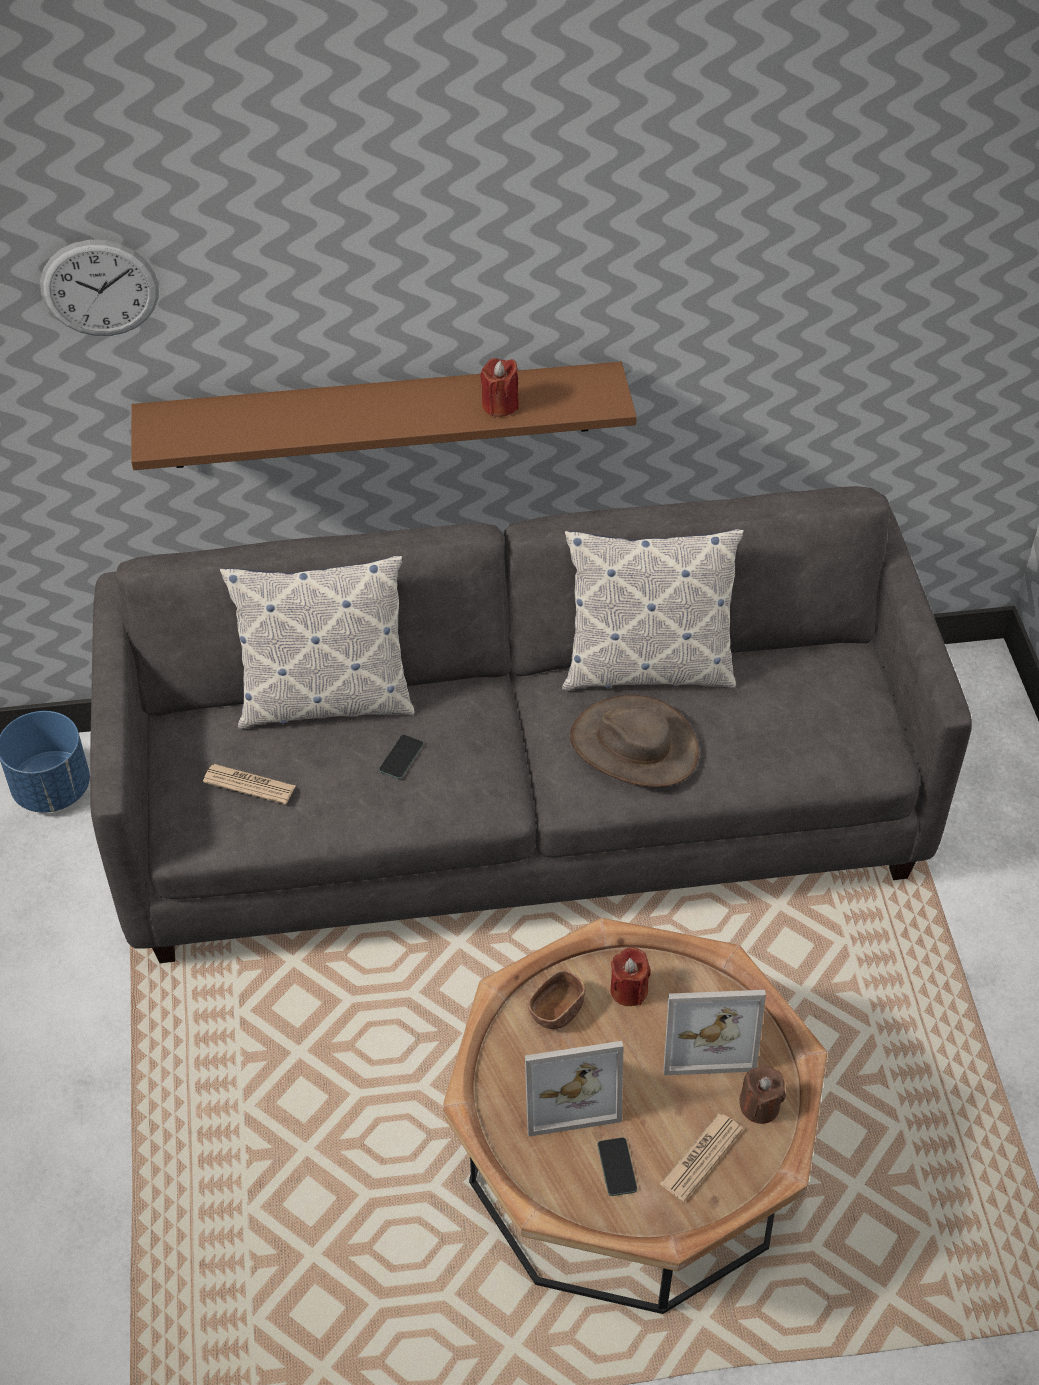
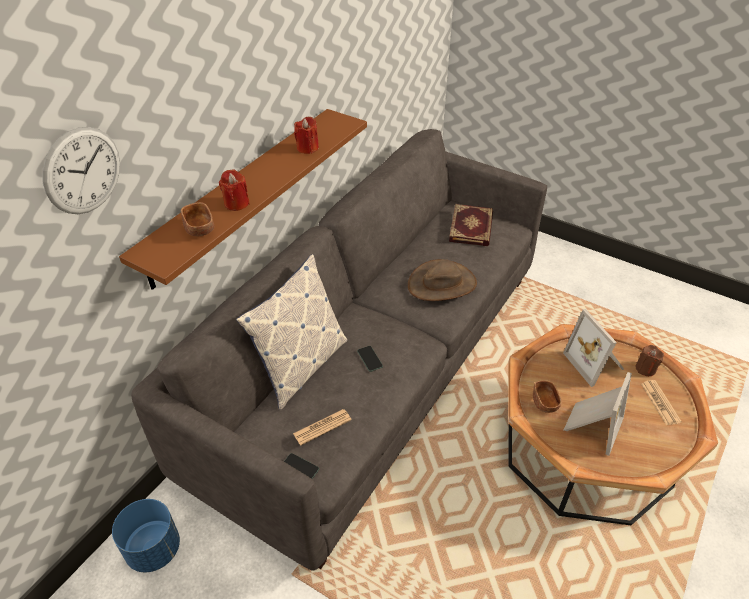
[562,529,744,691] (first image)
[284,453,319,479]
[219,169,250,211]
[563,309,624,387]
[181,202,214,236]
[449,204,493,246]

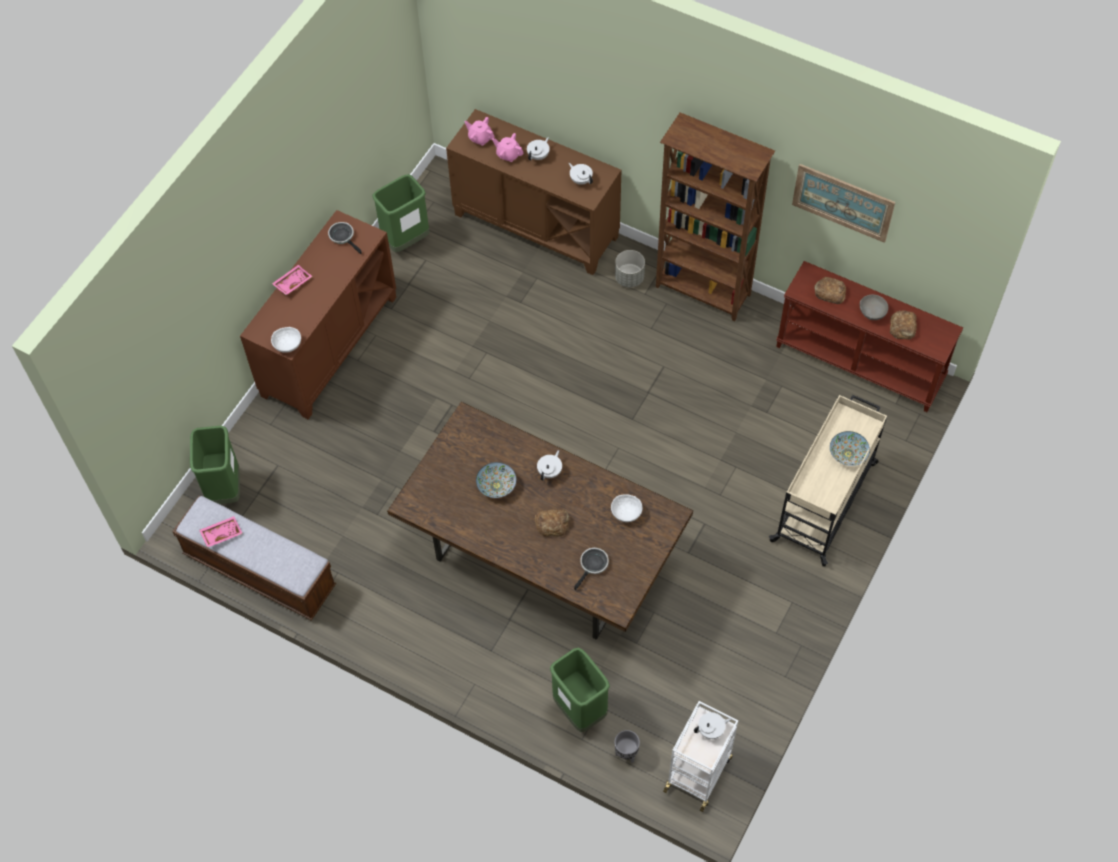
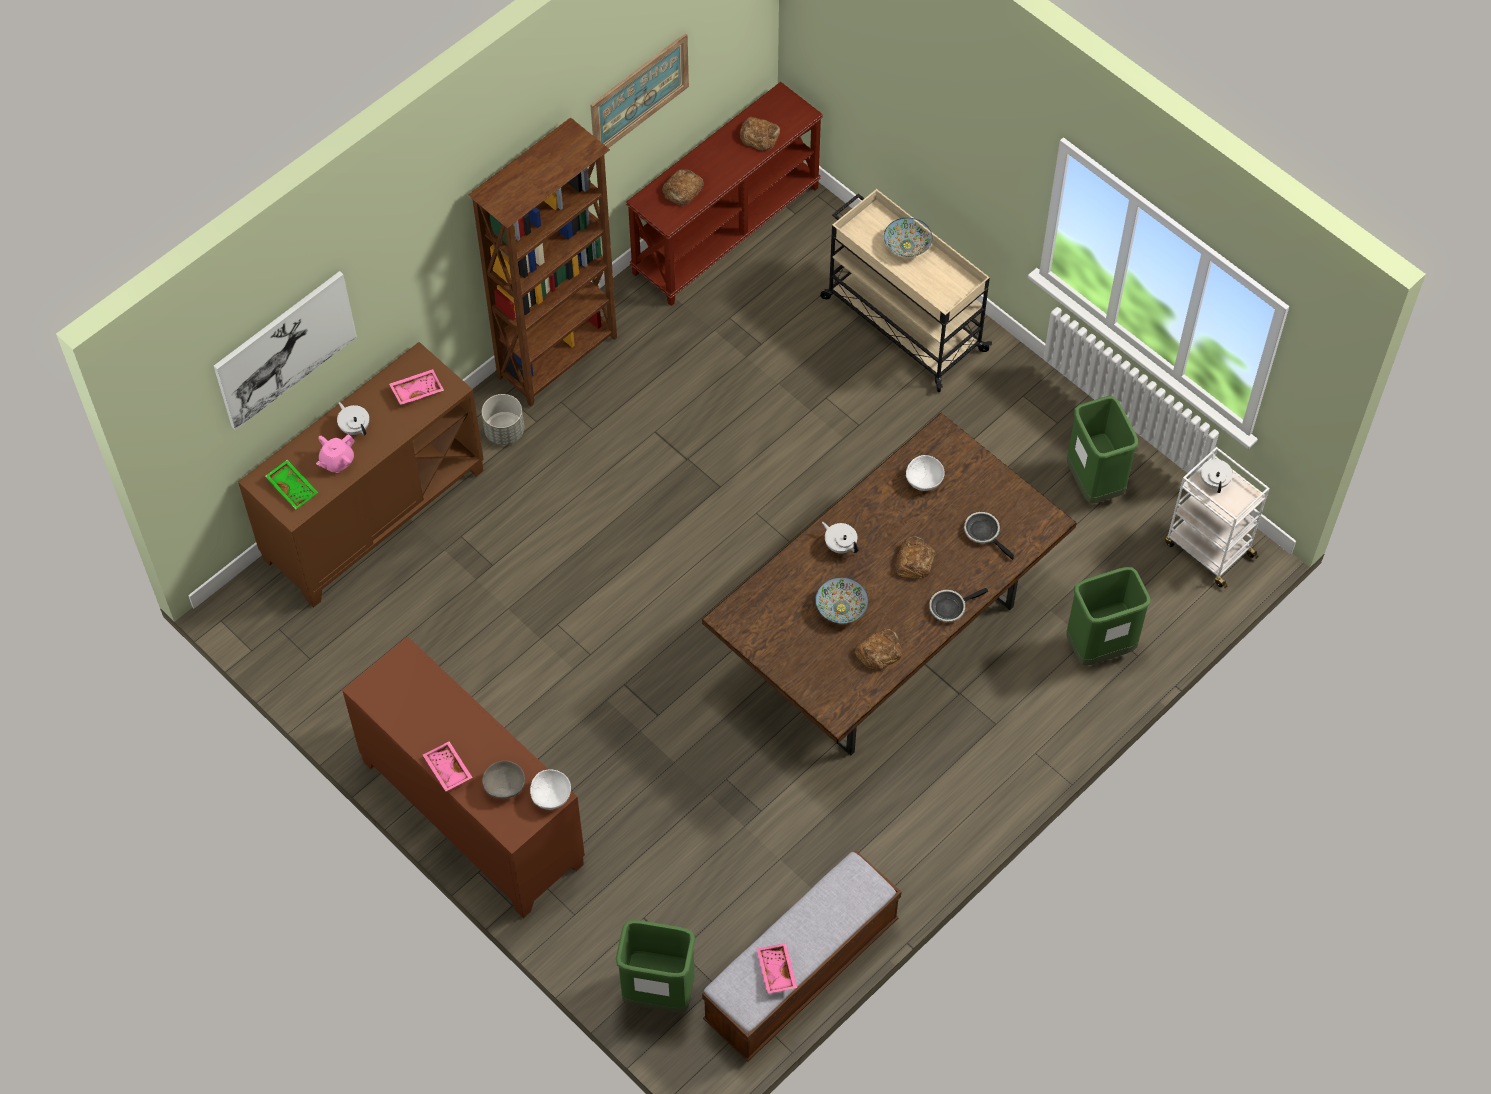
[929,588,988,622]
[1067,396,1138,503]
[265,459,318,509]
[389,369,444,405]
[615,730,640,763] (first image)
[482,761,525,799]
[214,271,357,430]
[855,629,902,671]

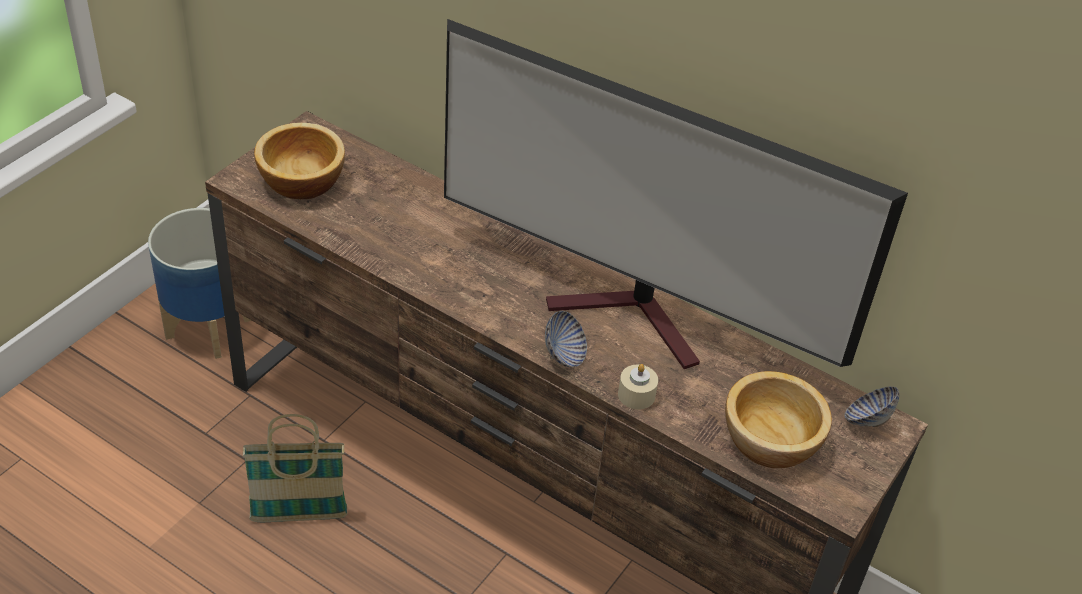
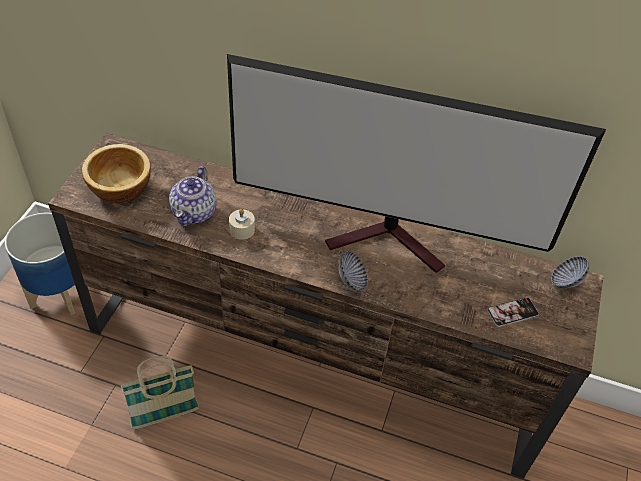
[229,209,255,240]
[487,297,539,327]
[169,166,217,226]

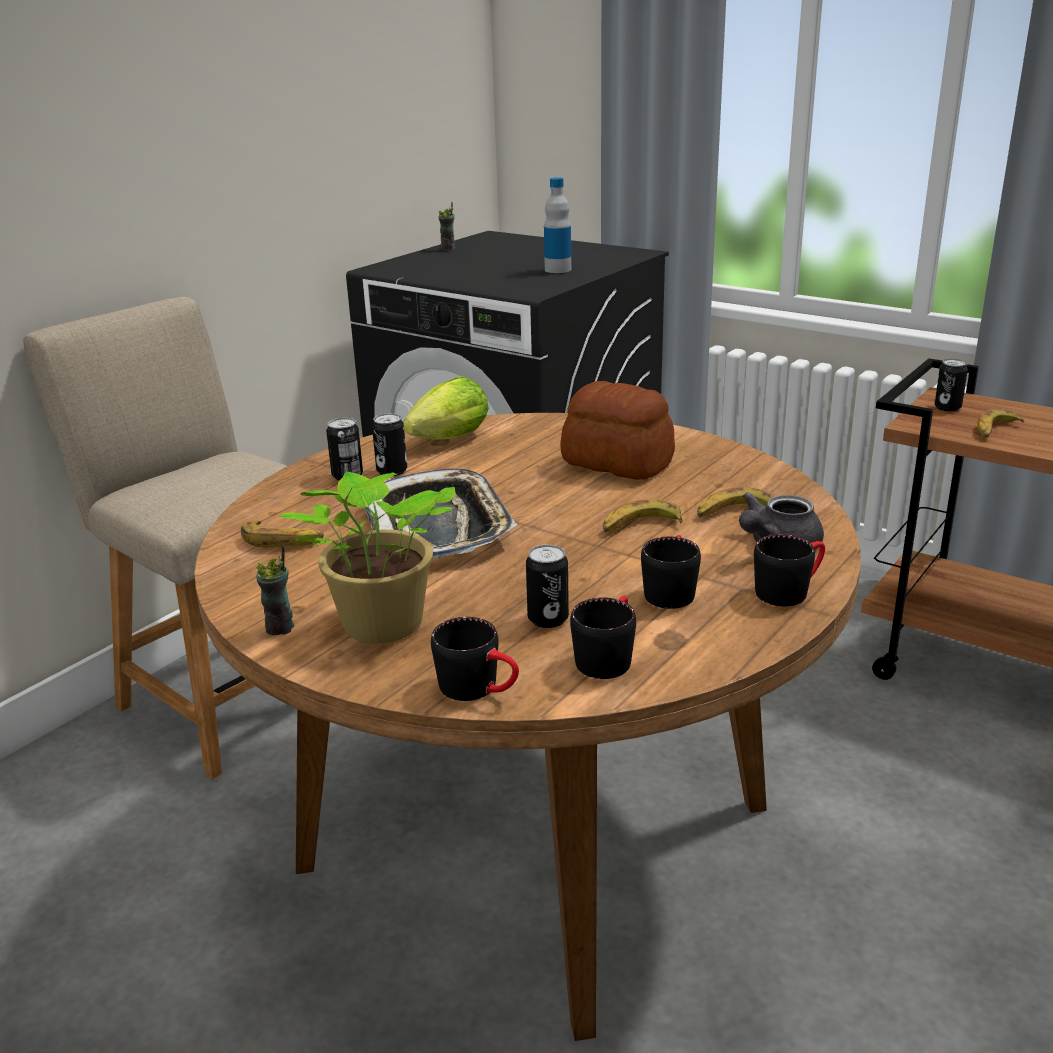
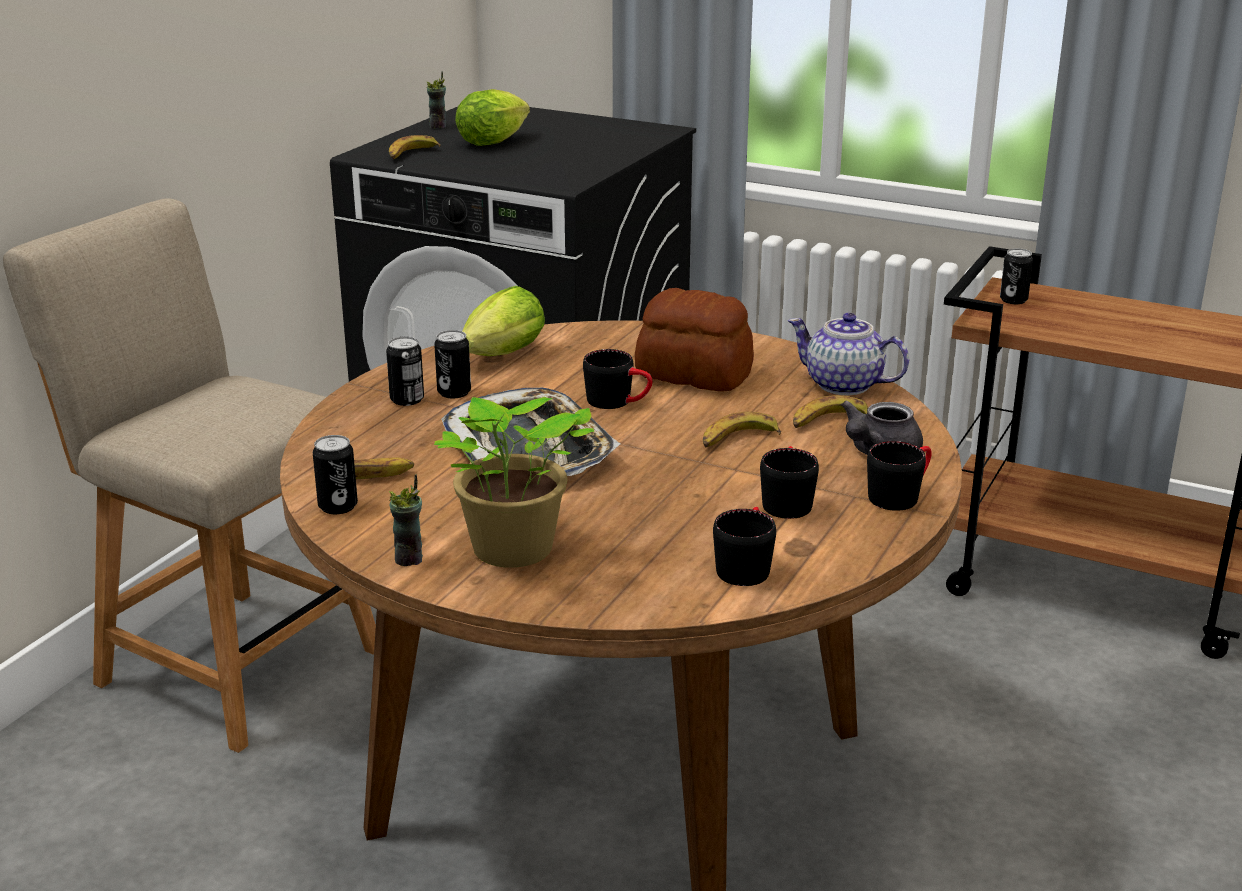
[583,349,653,409]
[313,435,358,514]
[544,177,571,273] (first image)
[389,135,441,159]
[455,89,530,146]
[788,313,910,395]

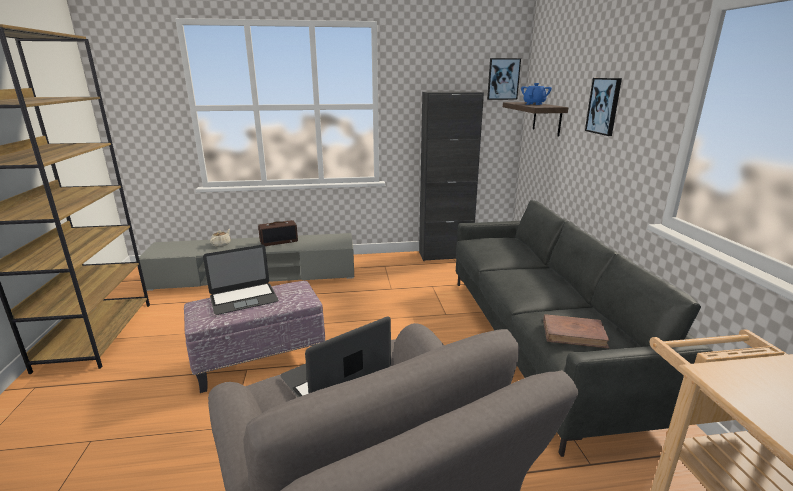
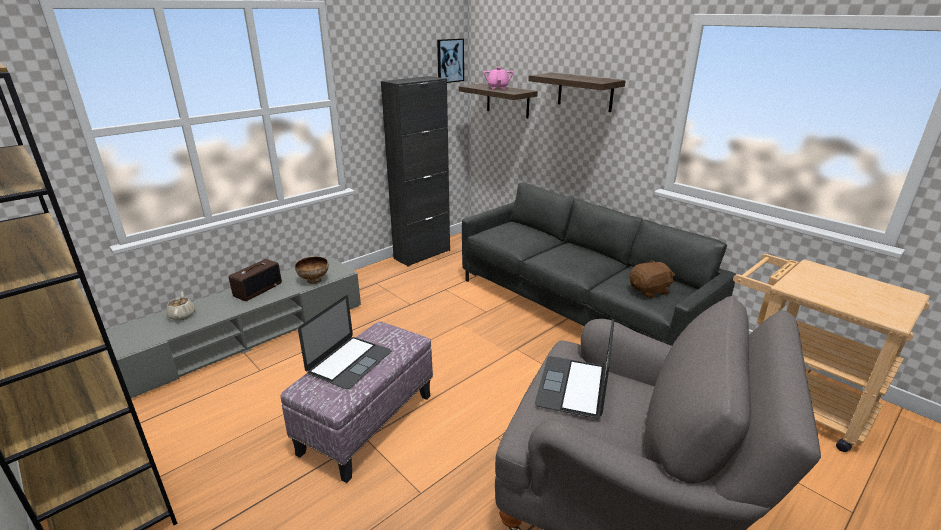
[483,67,514,89]
[630,260,675,298]
[528,73,626,112]
[295,257,329,284]

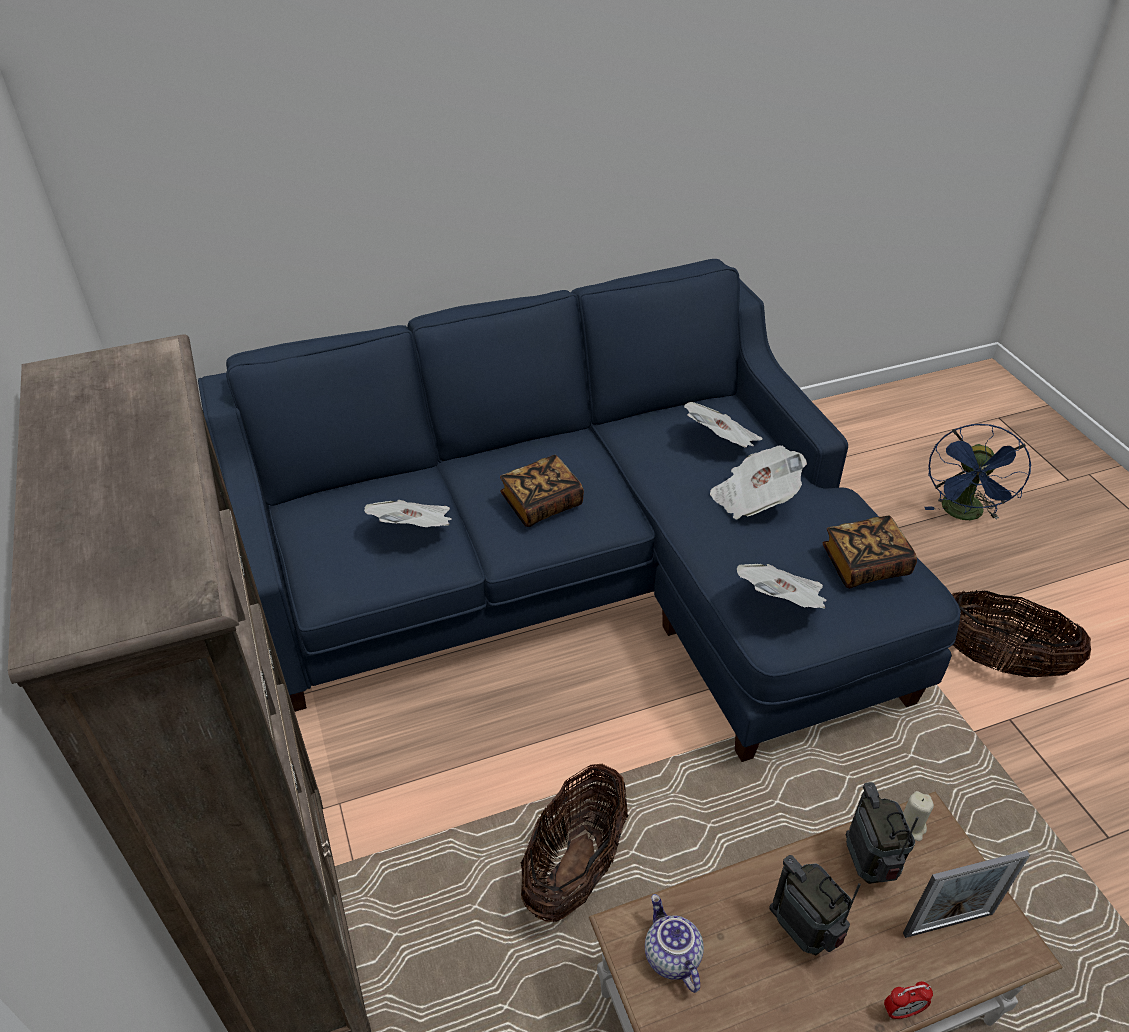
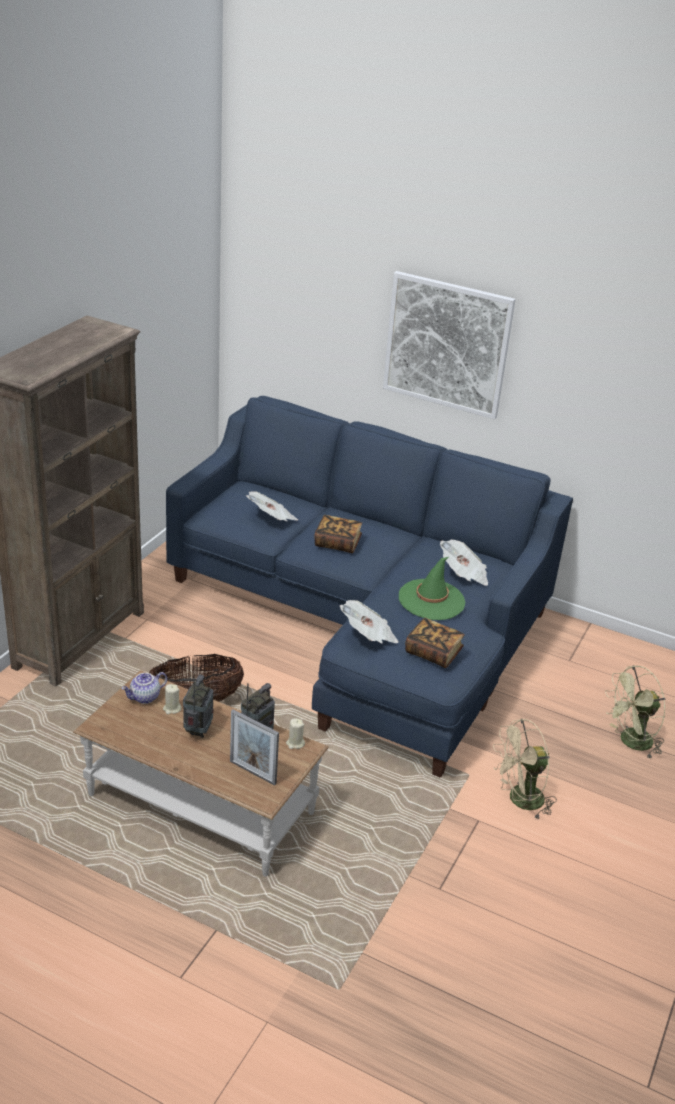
[121,672,167,704]
[399,557,465,620]
[884,981,933,1019] (first image)
[605,665,666,759]
[493,719,557,821]
[163,684,182,714]
[383,271,516,419]

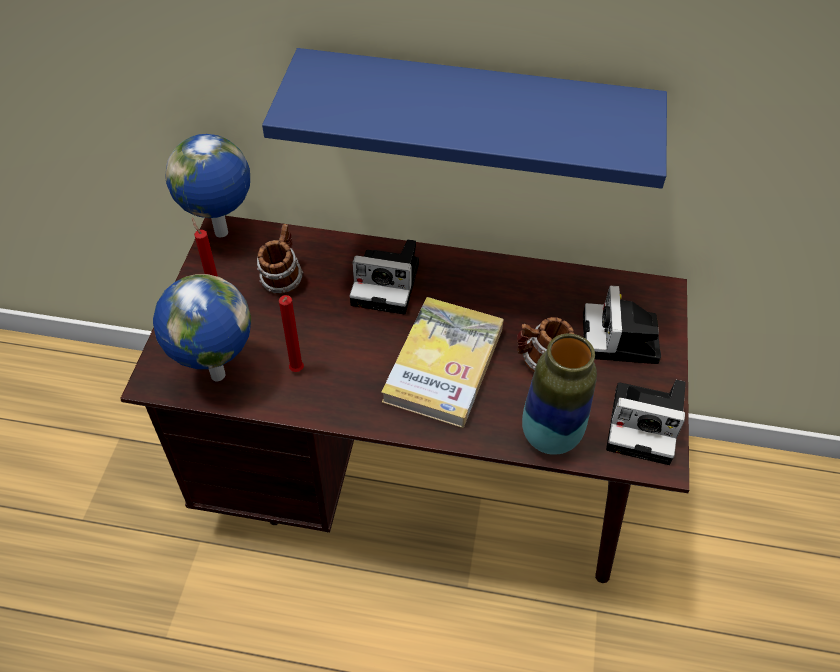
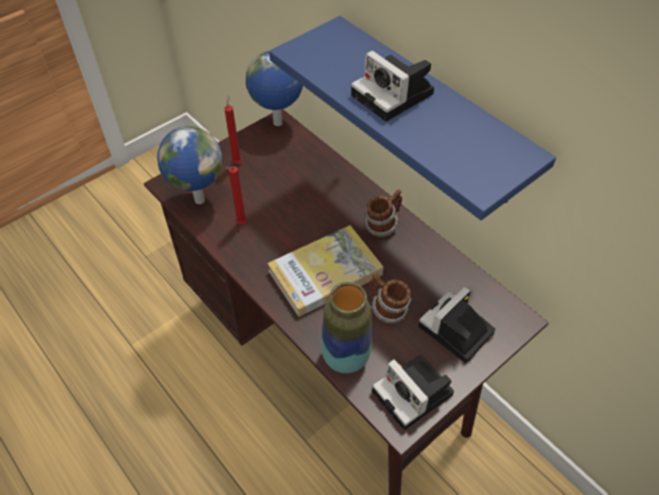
[365,189,402,237]
[351,51,434,122]

